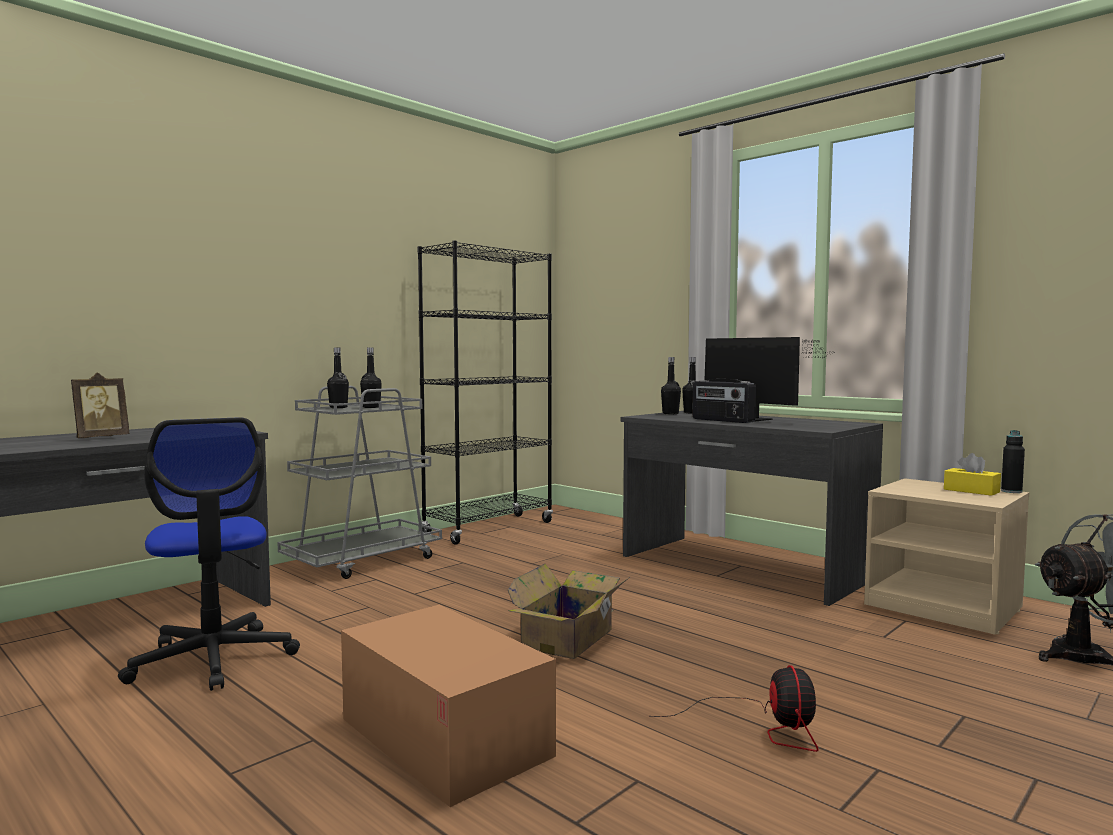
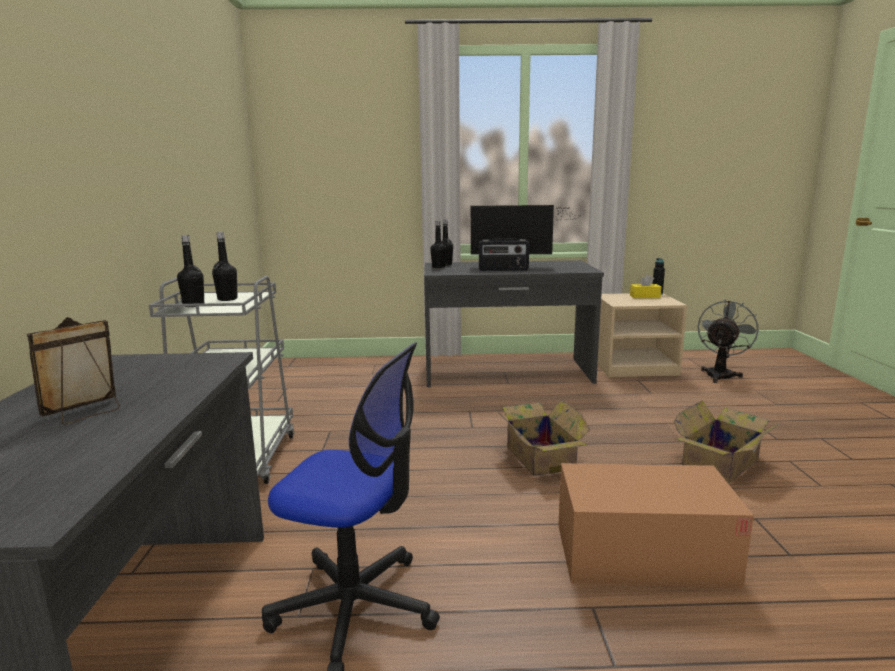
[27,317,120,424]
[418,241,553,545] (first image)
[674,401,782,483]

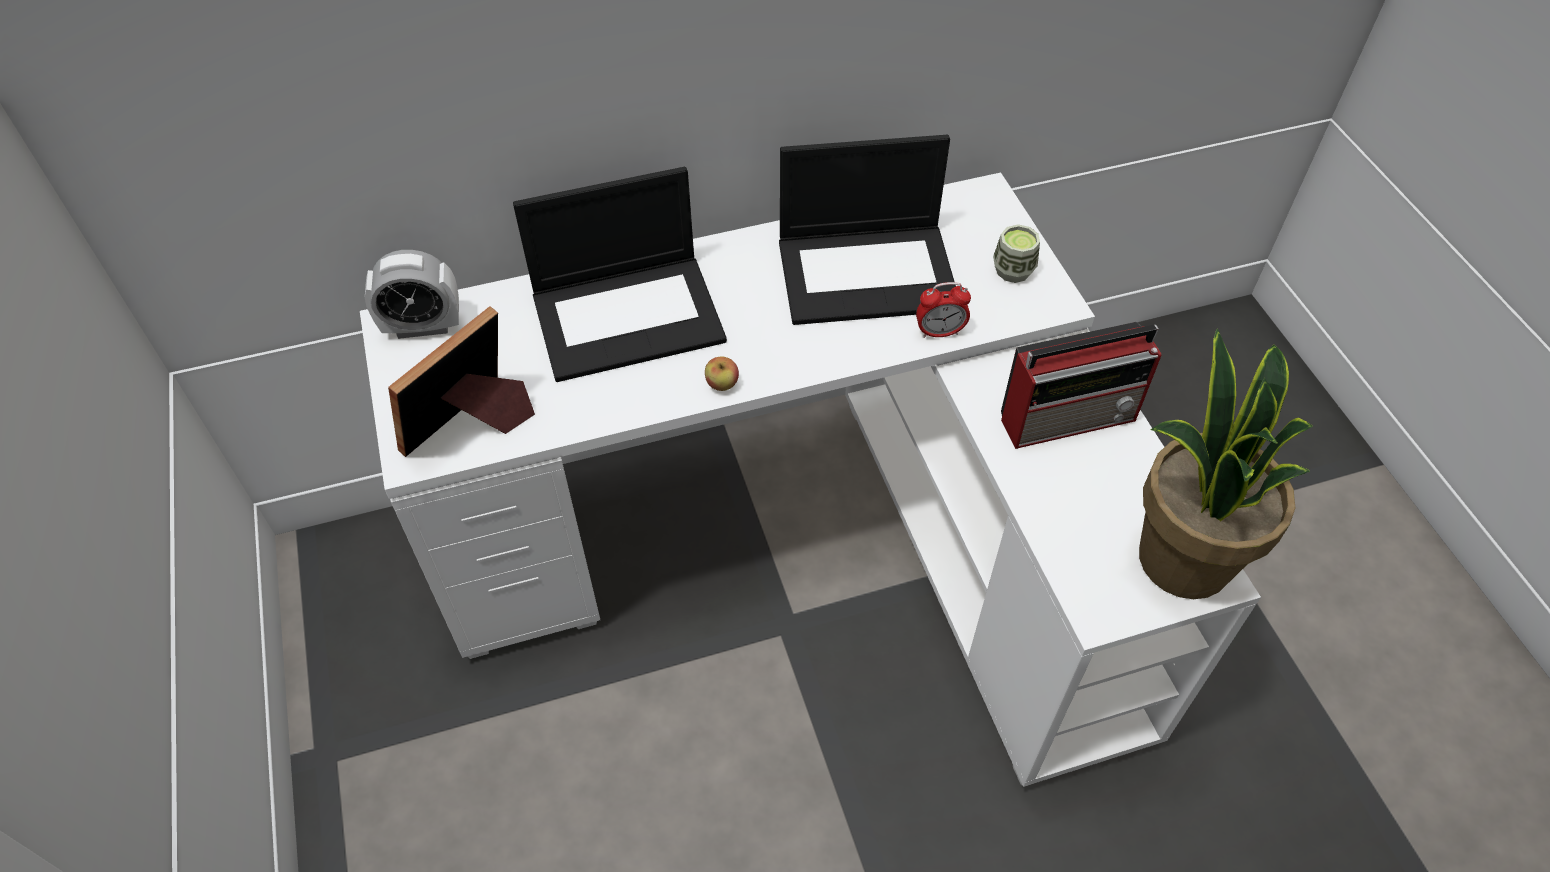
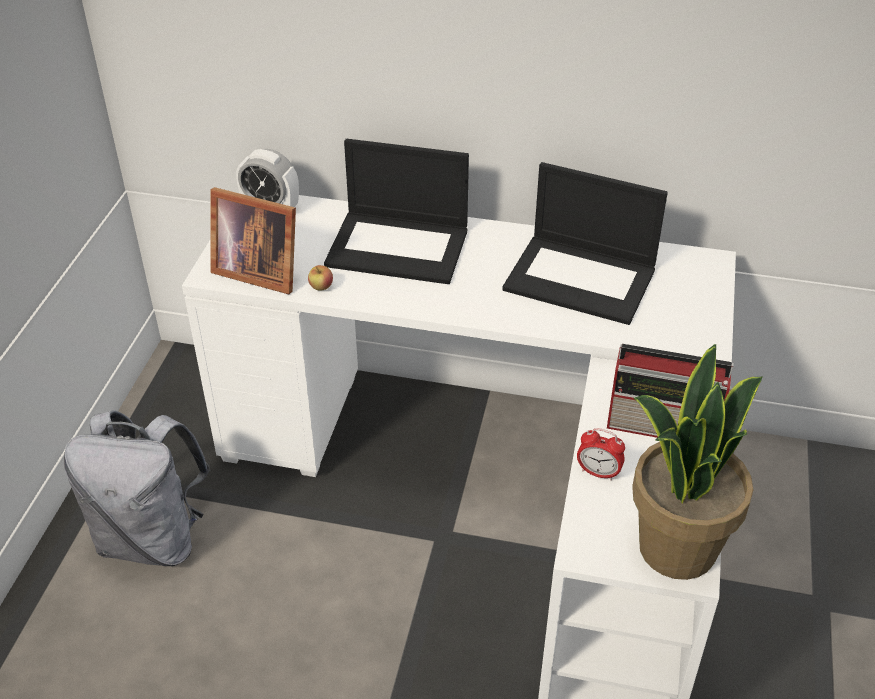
[210,187,296,294]
[308,265,333,291]
[577,428,625,481]
[993,224,1040,283] (first image)
[64,410,210,566]

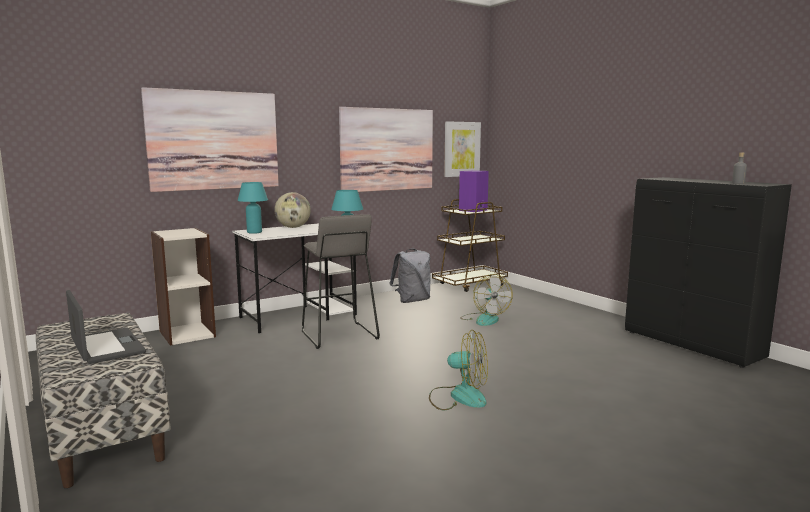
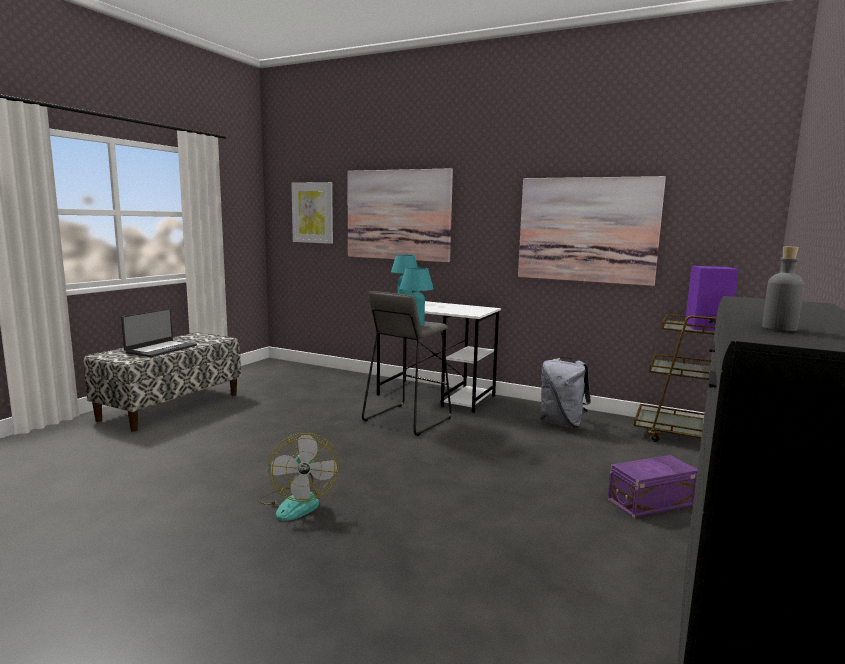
[151,228,216,346] (first image)
[274,192,311,228] (first image)
[291,182,333,244]
[460,274,513,326] (first image)
[608,455,697,518]

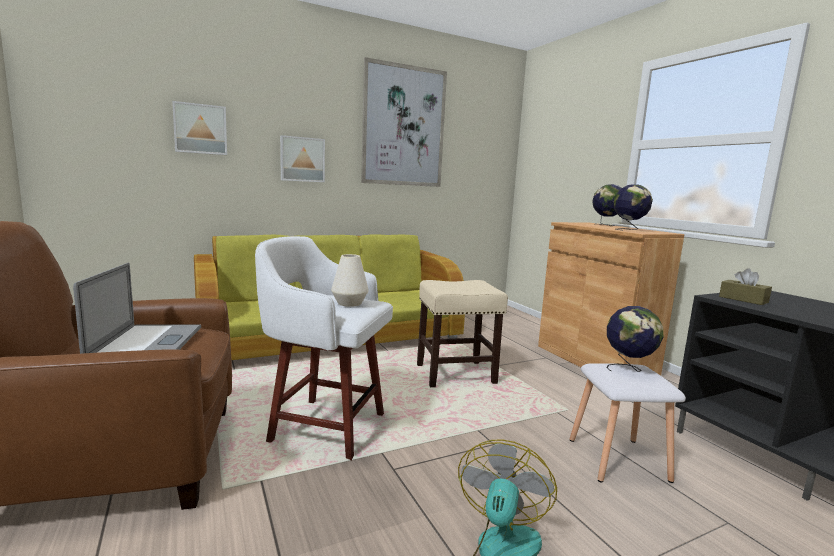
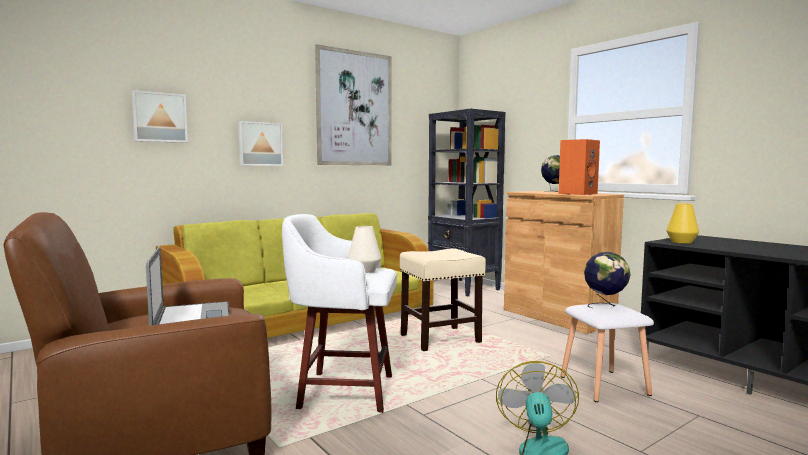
[559,139,600,195]
[666,204,699,243]
[428,108,505,297]

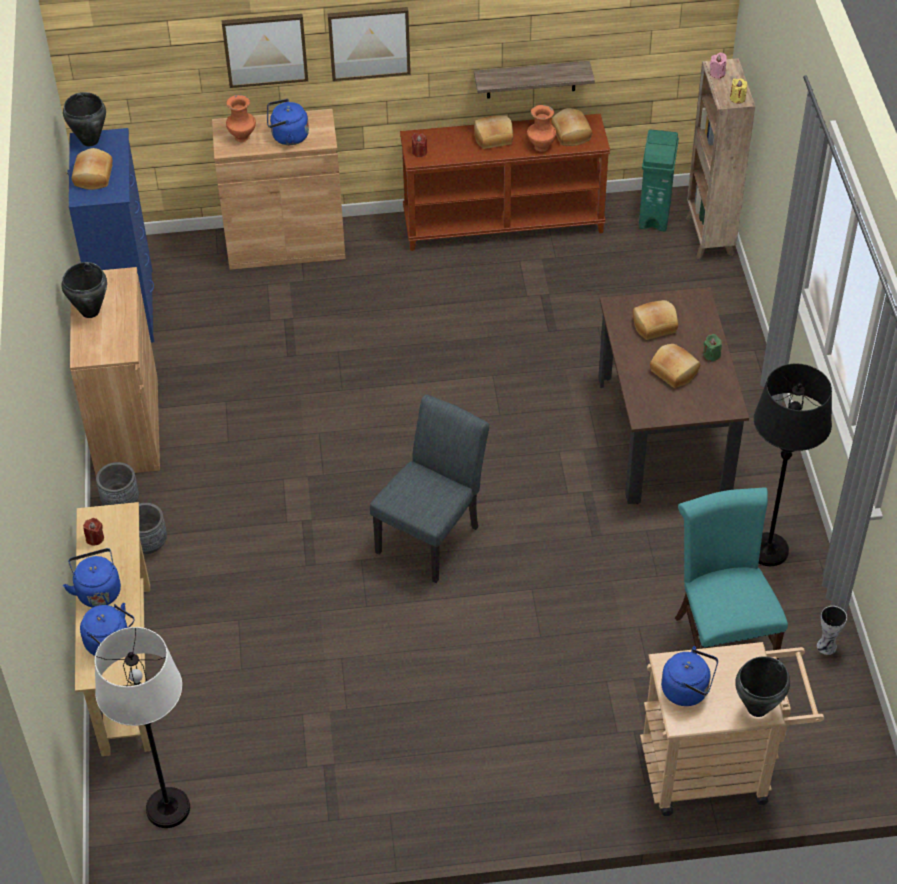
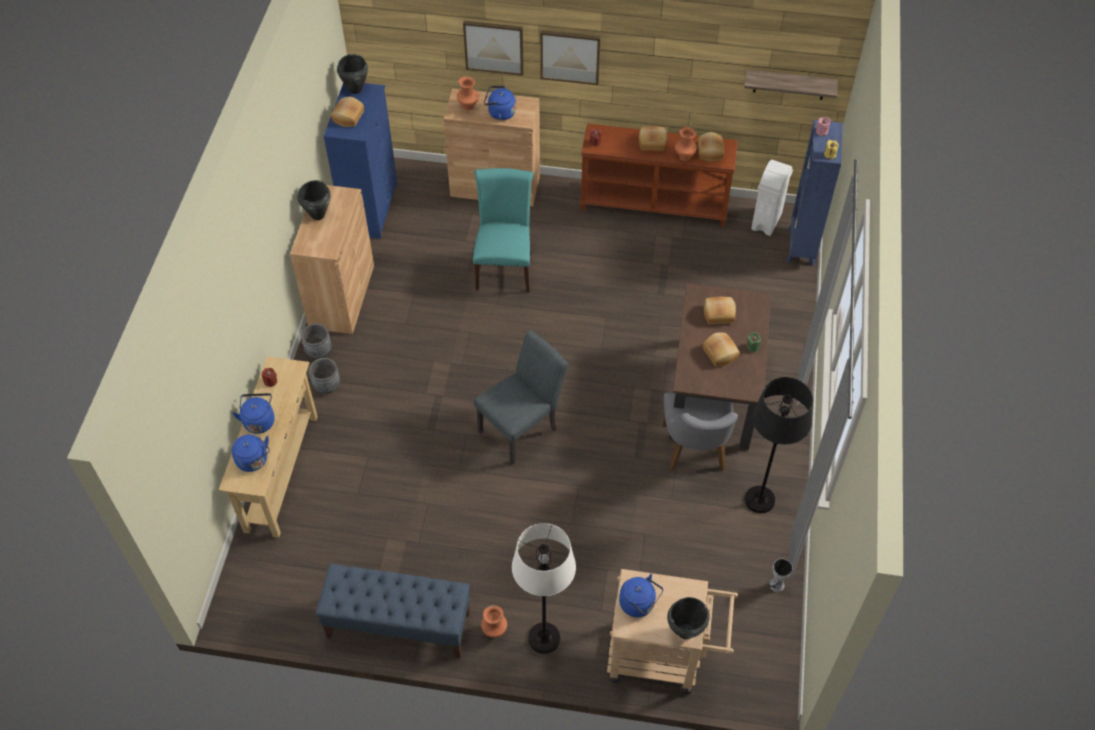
[512,523,576,654]
[744,70,838,100]
[751,160,793,236]
[473,168,534,293]
[786,120,843,266]
[316,564,470,658]
[481,605,507,638]
[662,393,738,471]

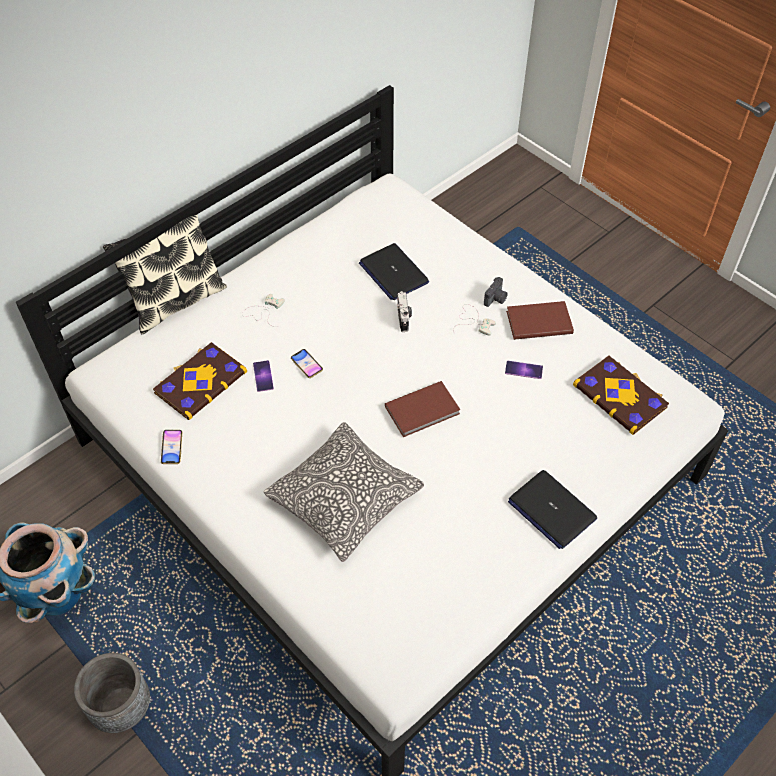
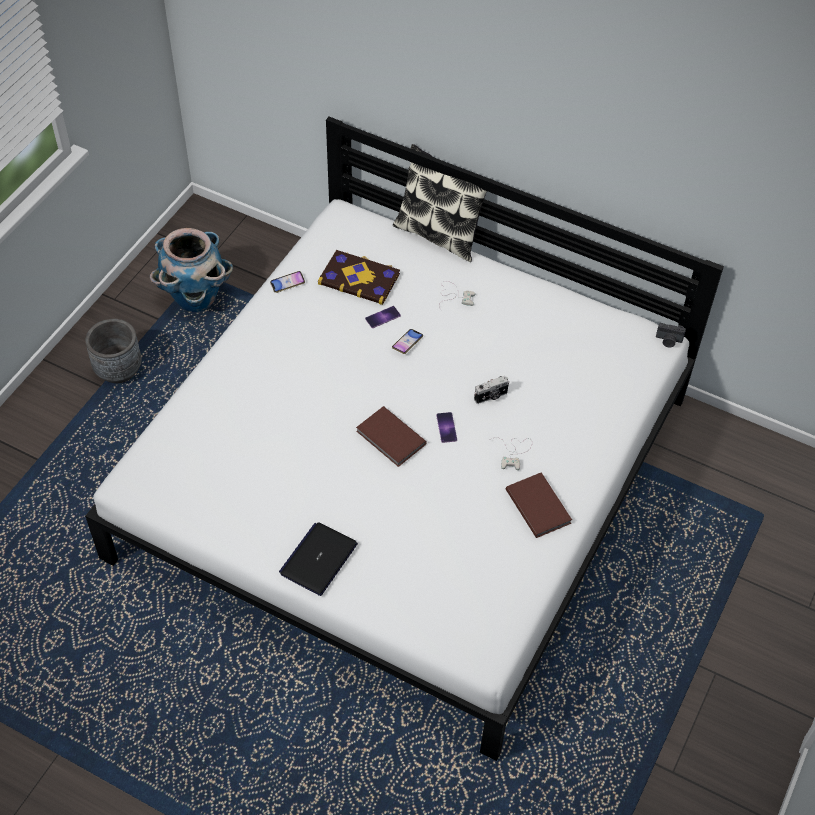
[264,422,424,562] (first image)
[359,243,429,300] (first image)
[656,323,686,347]
[436,412,457,443]
[573,355,669,435] (first image)

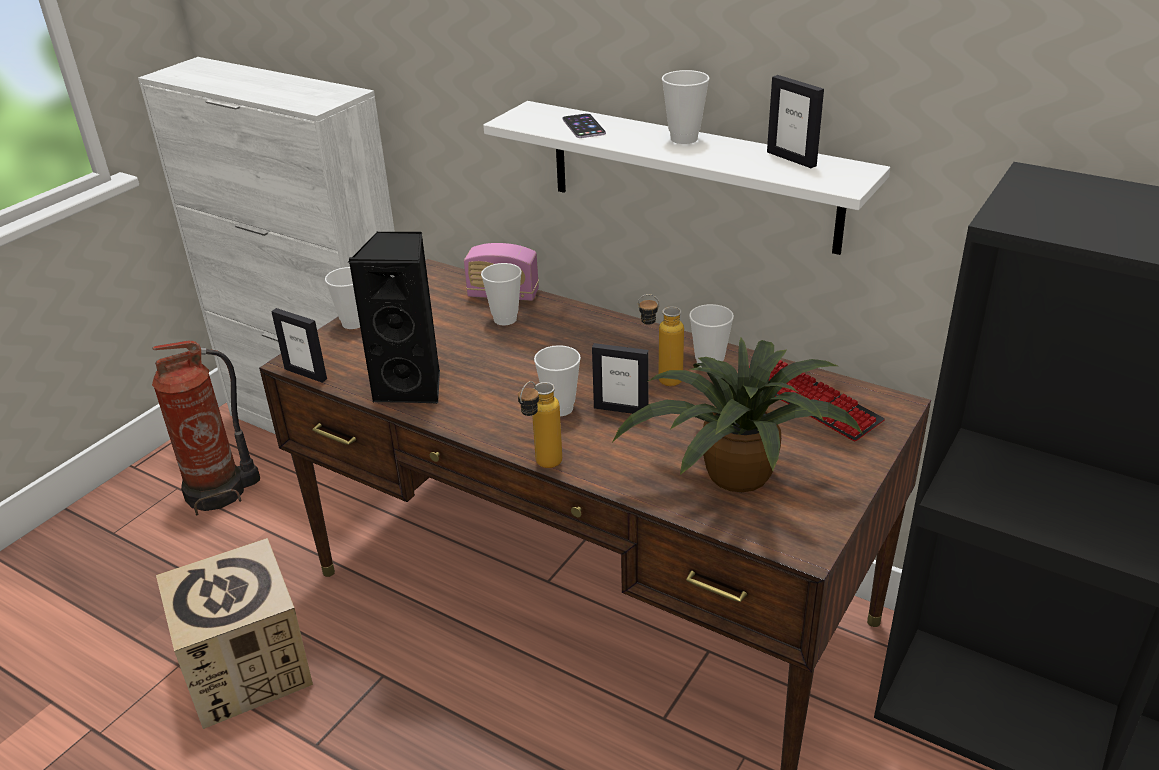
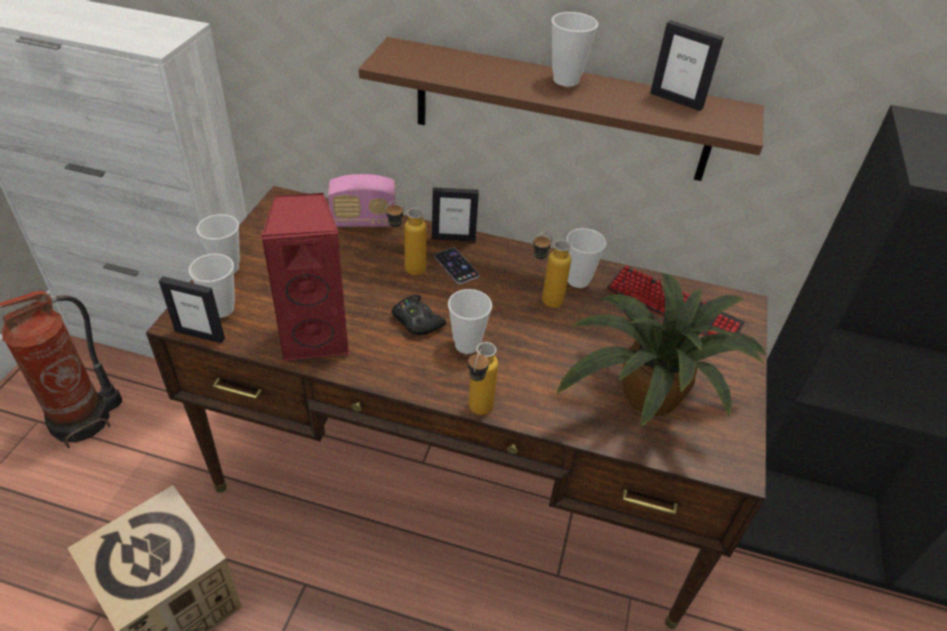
[260,193,350,361]
[189,254,235,318]
[359,37,764,181]
[434,248,479,284]
[432,187,479,241]
[385,201,427,275]
[391,295,446,335]

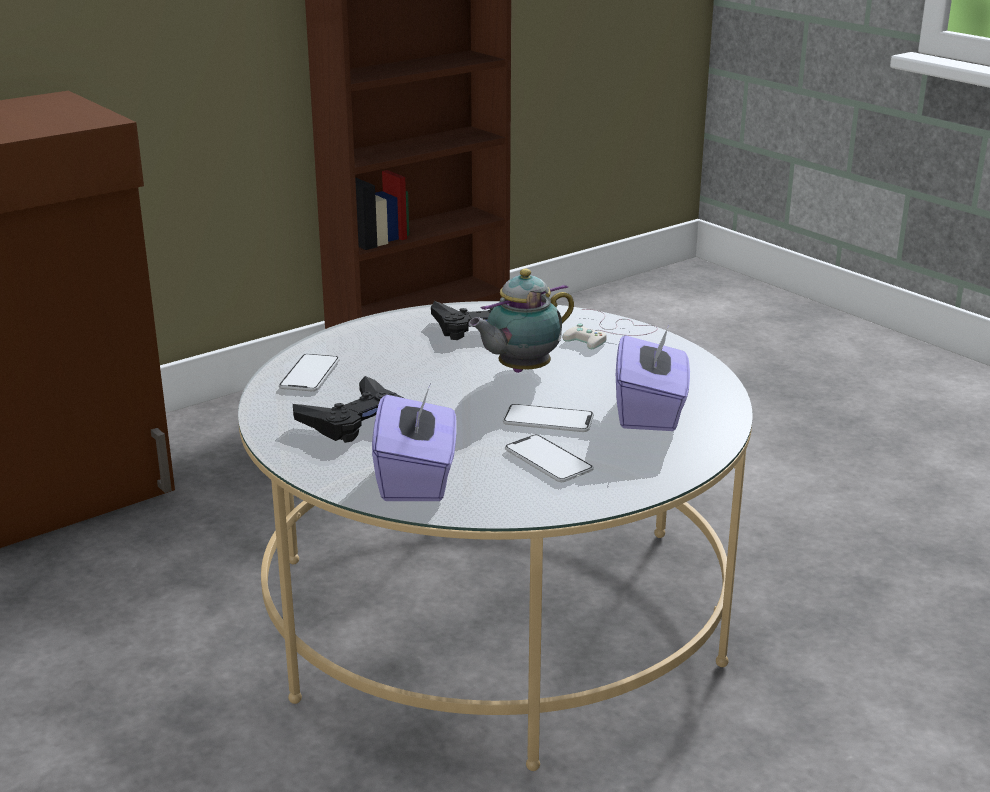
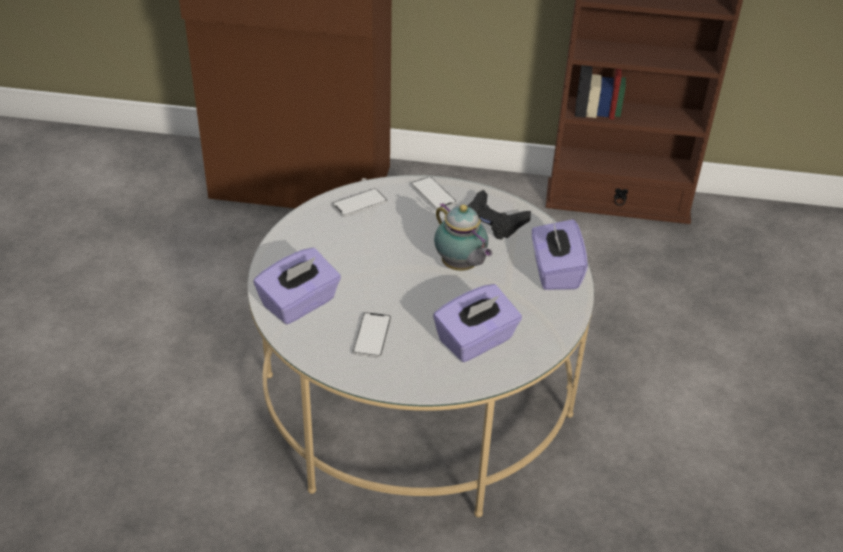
[293,376,404,443] (first image)
[434,203,493,271]
[411,177,457,210]
[532,219,588,290]

